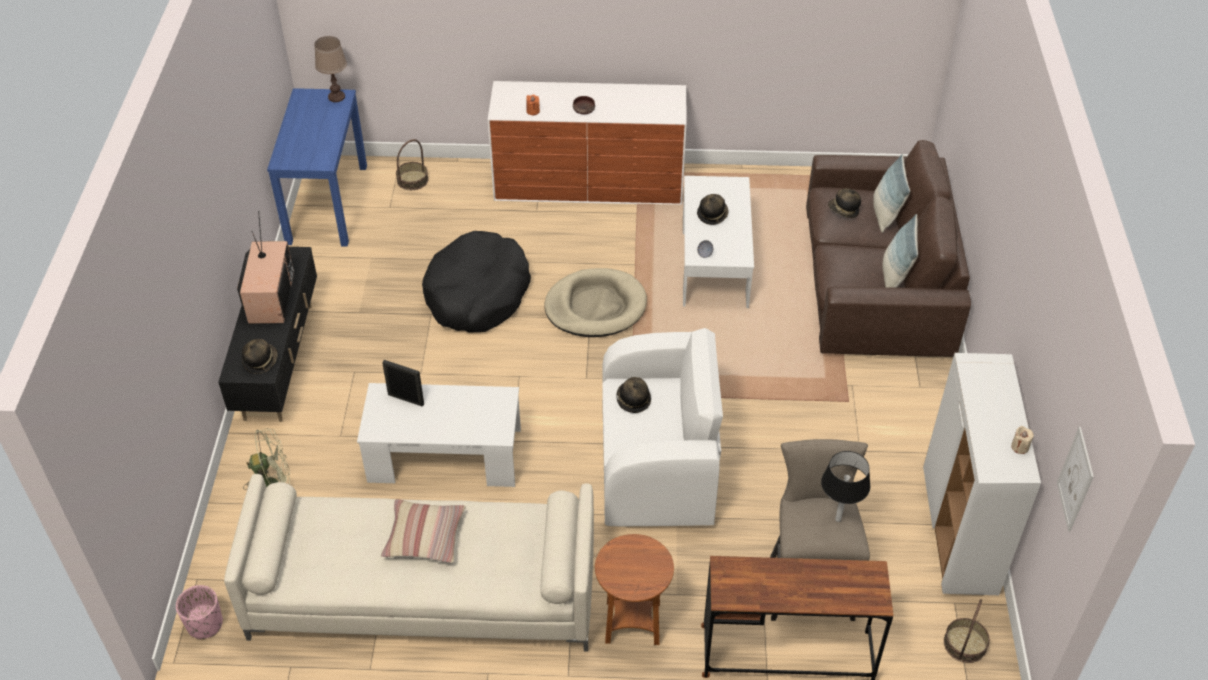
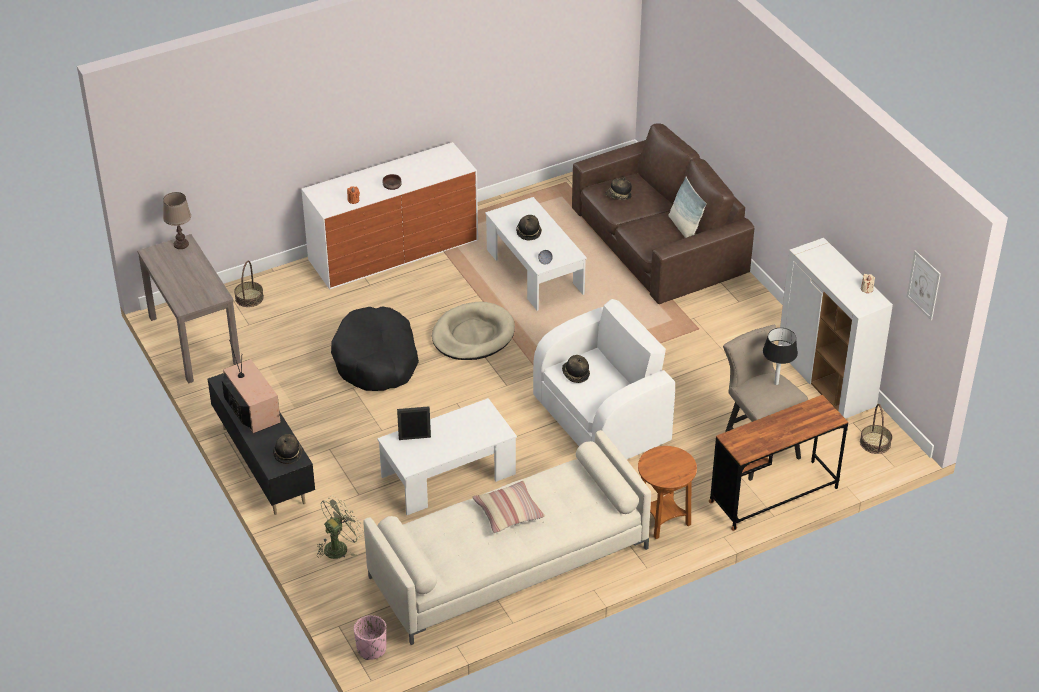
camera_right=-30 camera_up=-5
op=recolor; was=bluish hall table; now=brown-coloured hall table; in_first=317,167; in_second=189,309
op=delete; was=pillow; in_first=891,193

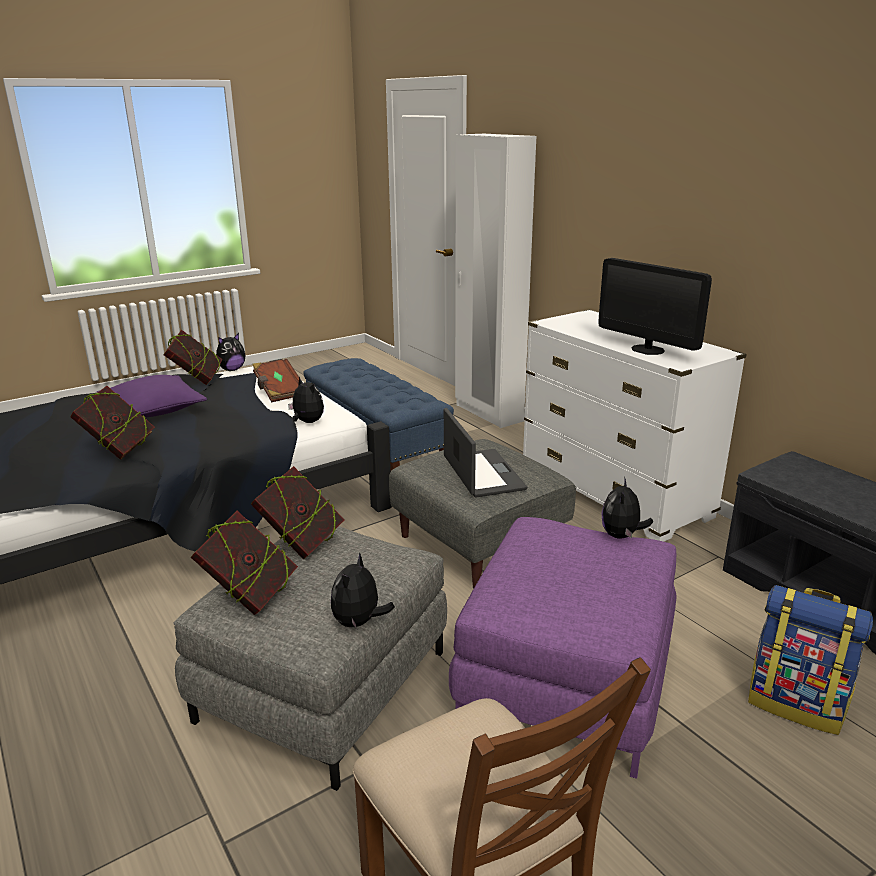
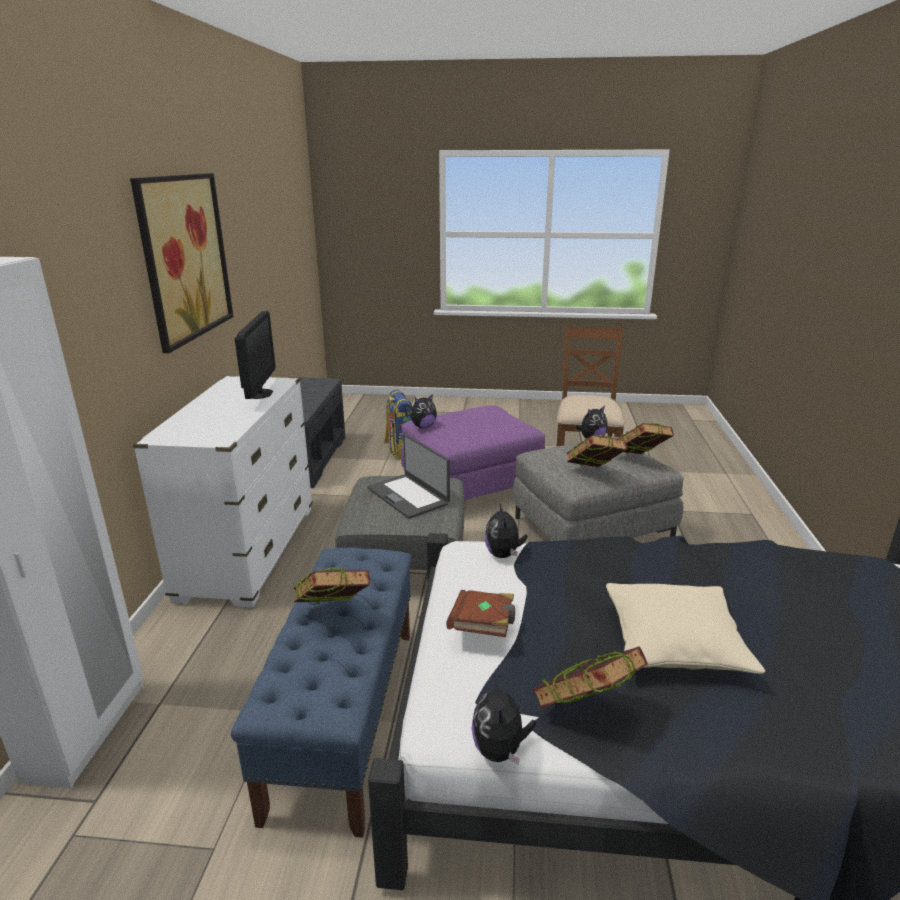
camera_right=-140 camera_up=0
op=move; was=bound book; in_first=113,423; in_second=332,586
op=recolor; was=purplish pillow; now=sand-coloured pillow; in_first=151,396; in_second=685,628
op=rotate; was=plush toy; in_first=230,352; in_second=503,720; clockwise=-90
op=rotate; was=portable computer; in_first=485,452; in_second=408,476; clockwise=-60
op=insert; now=picture; in_second=181,263

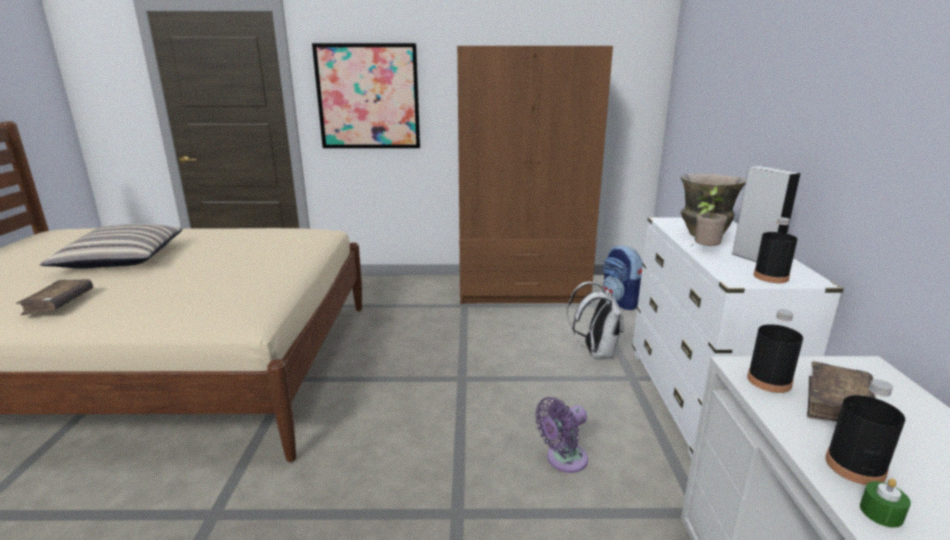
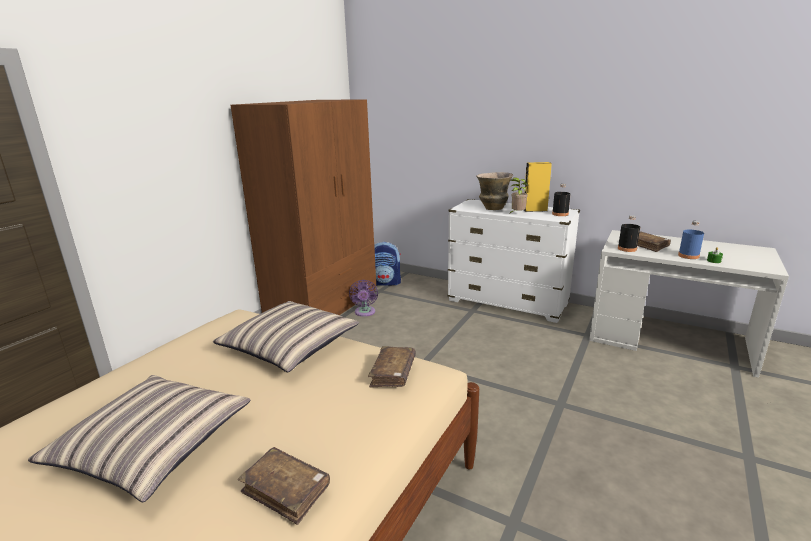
camera_right=-60 camera_up=0
op=delete; was=picture; in_first=366,95
op=move; was=purplish fan; in_first=561,435; in_second=363,298
op=delete; was=whitish rucksack; in_first=595,320
op=recolor; was=gray audio speaker; now=yellowish audio speaker; in_first=766,214; in_second=538,187
op=recolor; was=black-coloured beverage bottle; now=bluish beverage bottle; in_first=865,432; in_second=691,240
op=insert; now=pillow; in_second=286,336
op=insert; now=brown-coloured bound book; in_second=392,367

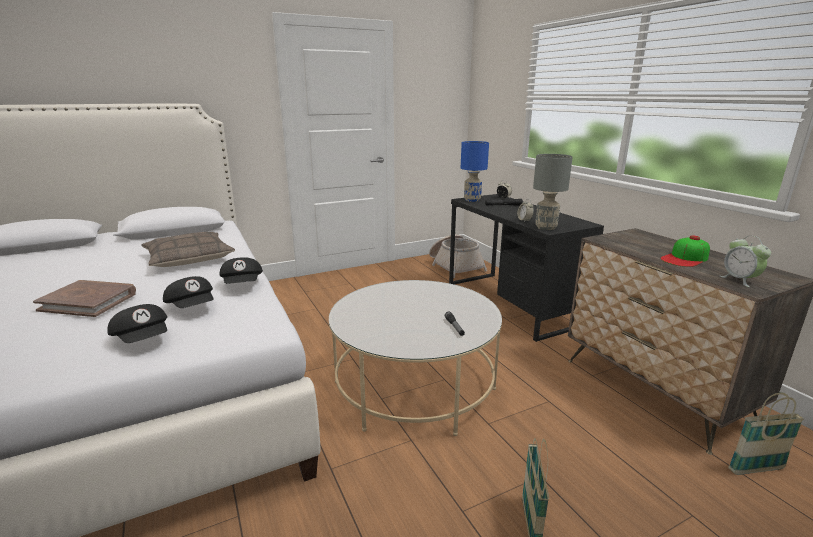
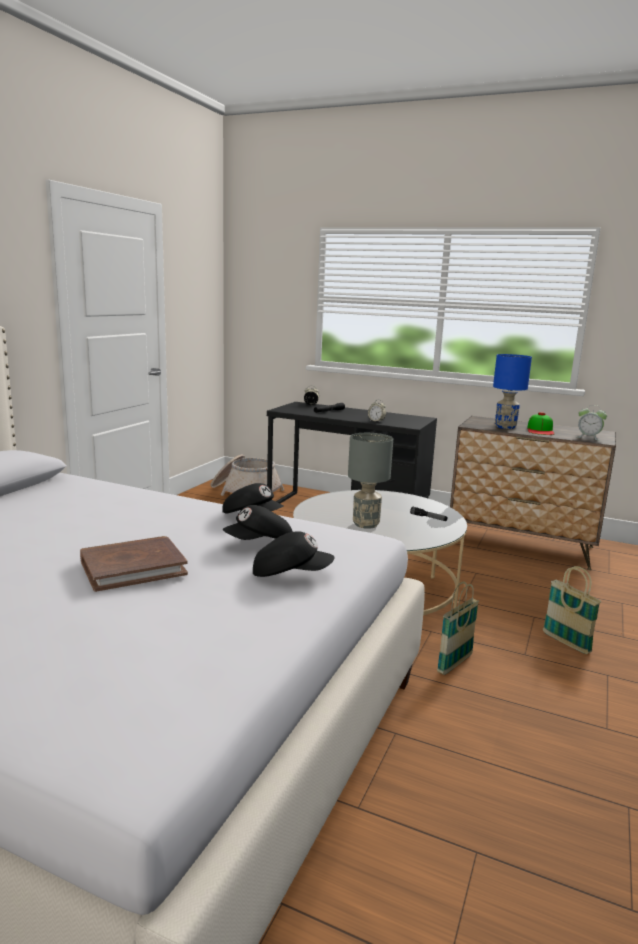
camera_right=-40 camera_up=-5
op=delete; was=pillow; in_first=188,249
op=rotate; was=black-coloured cap; in_first=188,292; in_second=257,522; clockwise=135
op=move; was=bluish tabletop lamp; in_first=475,171; in_second=512,391
op=move; was=gray tabletop lamp; in_first=553,192; in_second=370,481
op=move; was=household basket; in_first=766,433; in_second=458,628

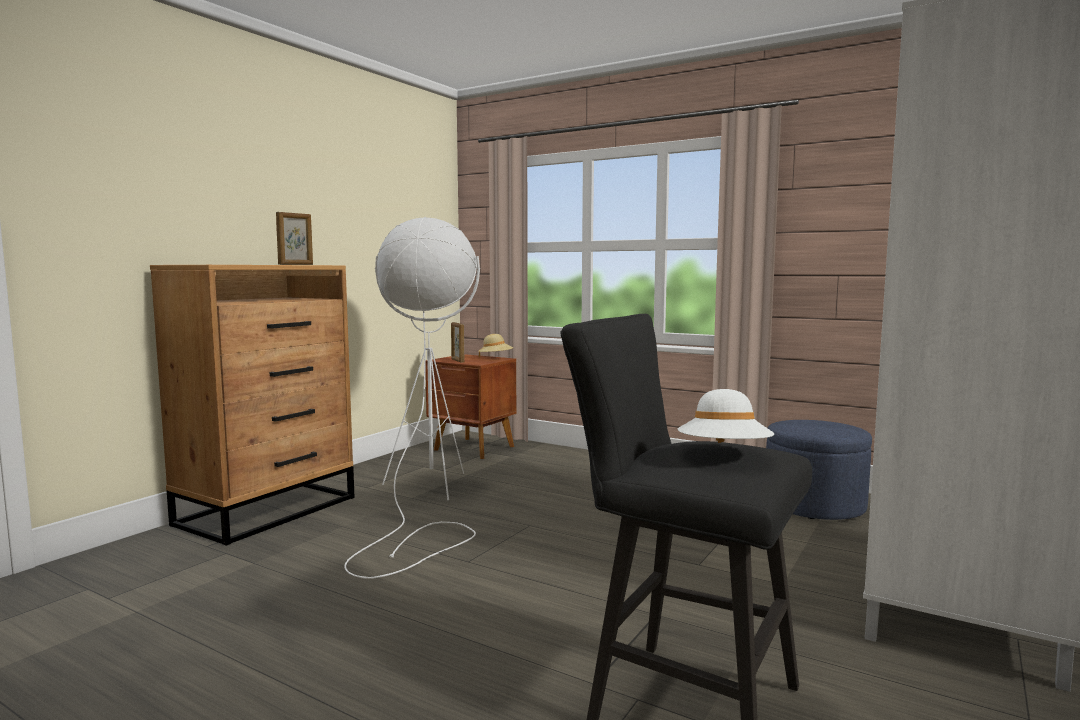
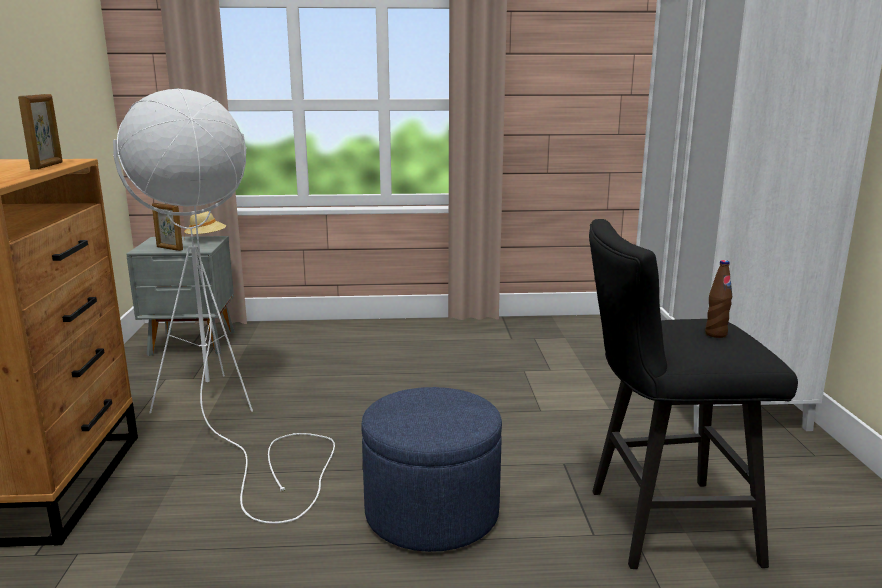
camera_right=-35 camera_up=10
op=recolor; was=brown-coloured bedside table; now=gray bedside table; in_first=471,406; in_second=180,296
op=replace; was=whitish clothing hat; now=brown-coloured beverage bottle; in_first=726,416; in_second=718,299
op=move; was=bluish ottoman; in_first=819,470; in_second=431,469

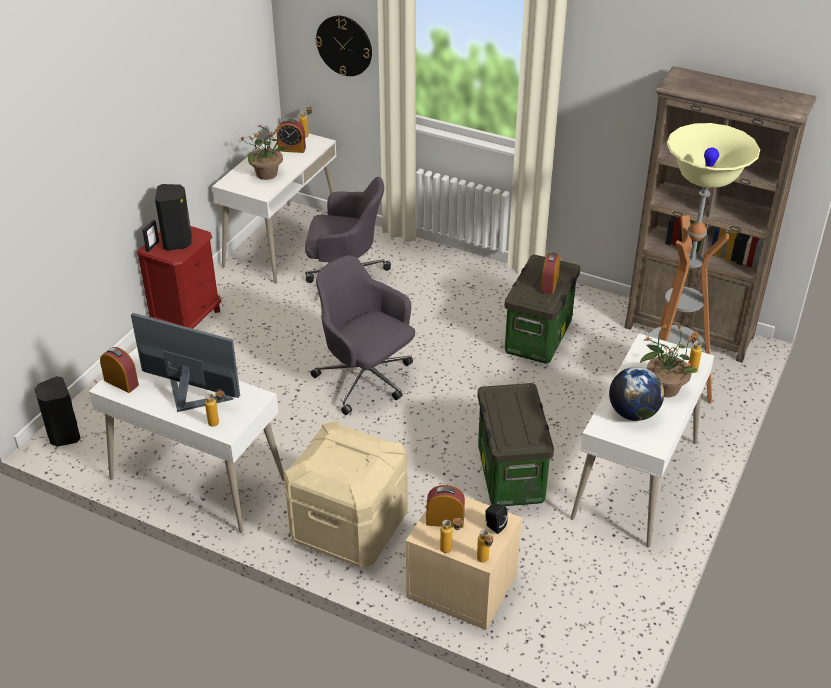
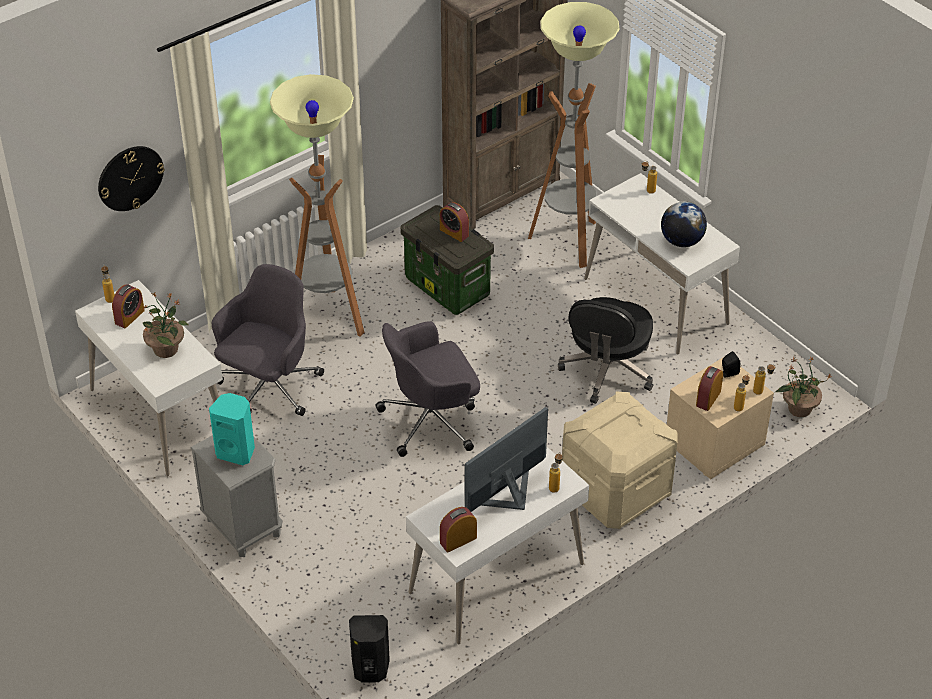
camera_right=-65 camera_up=5
op=recolor; was=red bedside table; now=gray bedside table; in_first=178,277; in_second=236,496
op=delete; was=standing frame; in_first=150,236
op=recolor; was=black-coloured audio speaker; now=turquoise-coloured audio speaker; in_first=173,217; in_second=232,429
op=replace; was=storage box; now=black-coloured desk chair; in_first=515,444; in_second=605,350
op=move; was=potted plant; in_first=668,360; in_second=803,386
op=insert; now=floor lamp; in_second=317,205

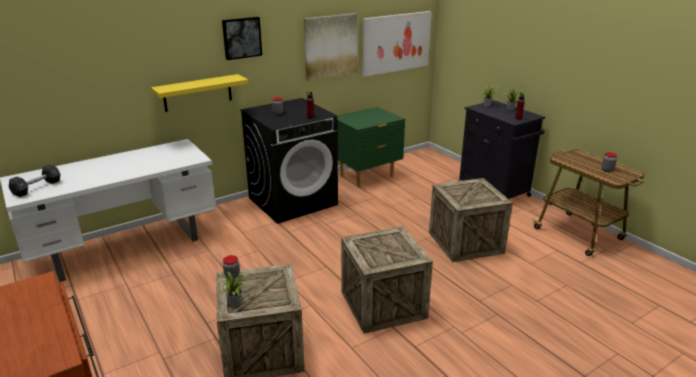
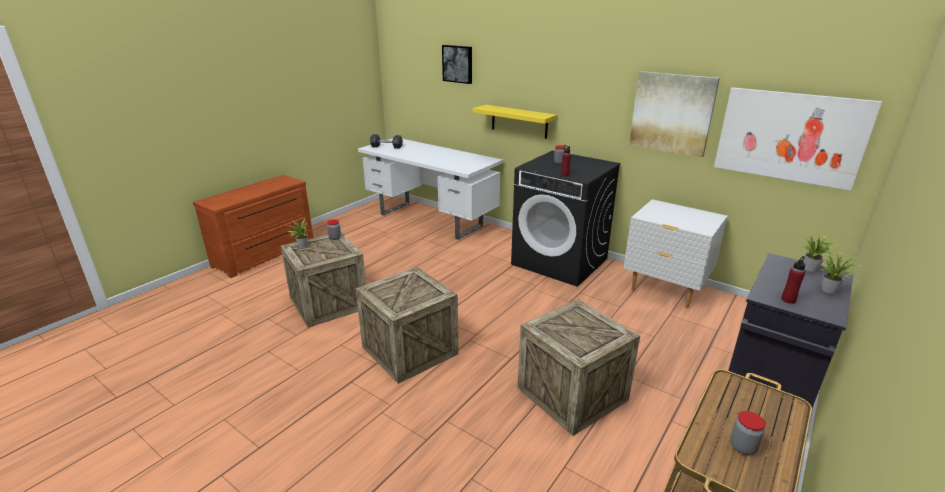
camera_right=70 camera_up=0
op=move; was=picture; in_first=242,38; in_second=457,64
op=recolor; was=green-coloured bedside table; now=whitish bedside table; in_first=371,147; in_second=676,253

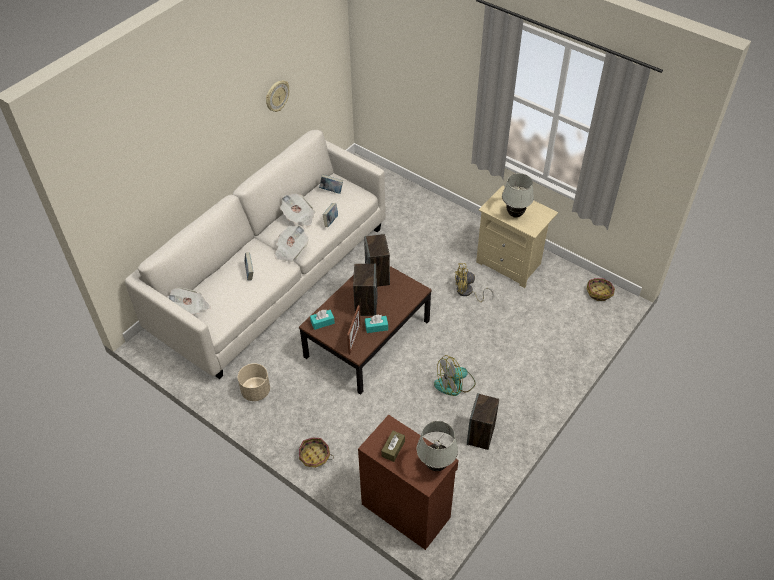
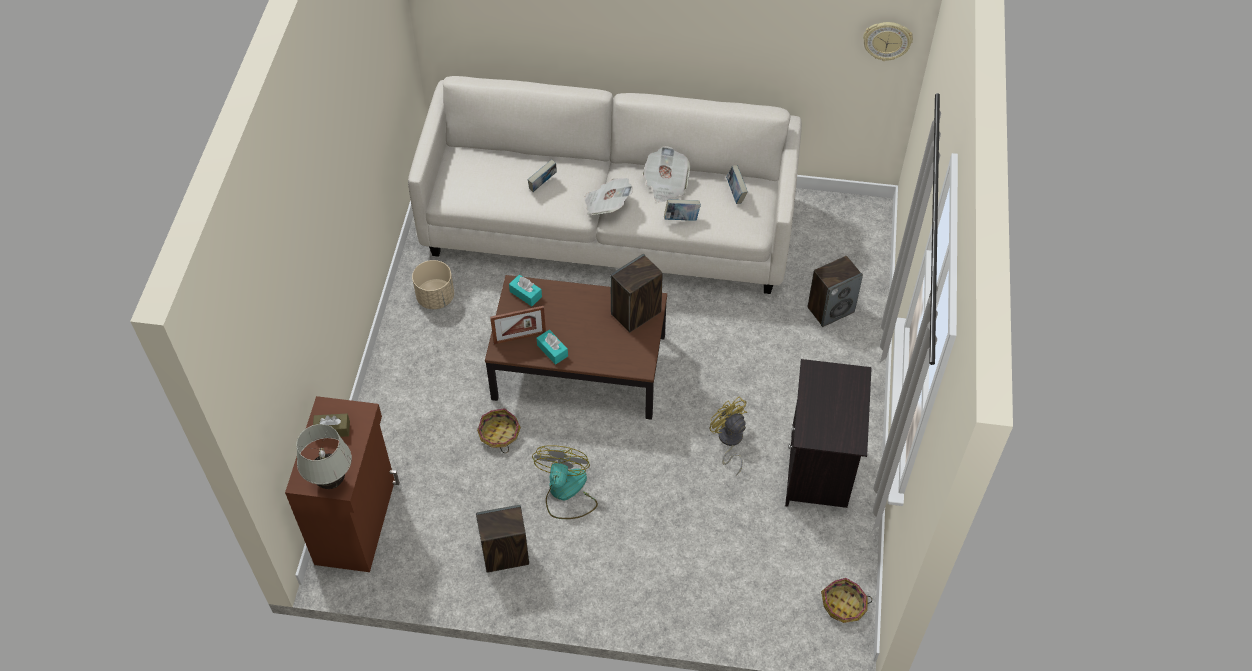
camera_right=60 camera_up=5
op=delete; was=newspaper; in_first=189,301
op=move; was=clock on the wall; in_first=277,96; in_second=888,41
op=move; was=household basket; in_first=316,453; in_second=499,430
op=move; was=audio speaker; in_first=365,289; in_second=835,291
op=rotate; was=fan; in_first=455,375; in_second=565,482; clockwise=60
op=recolor; was=sand-coloured bedside table; now=black-coloured bedside table; in_first=517,237; in_second=828,433
op=delete; was=whitish tabletop lamp; in_first=518,195

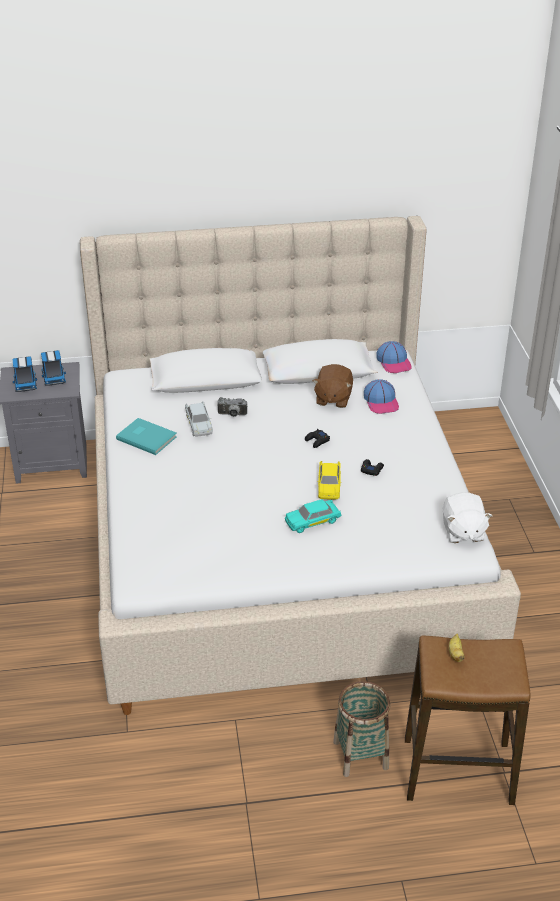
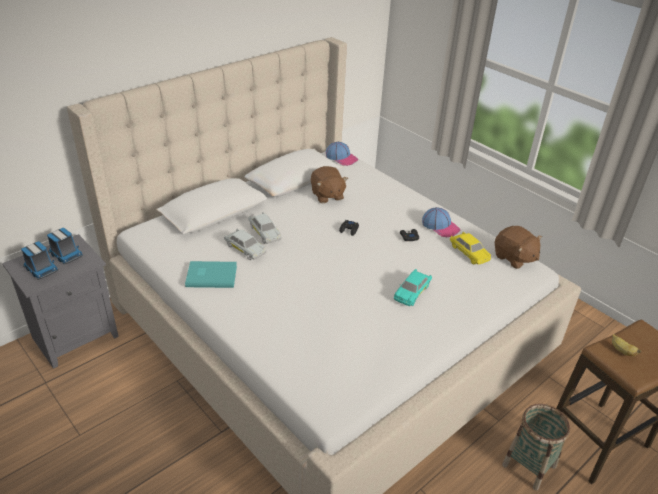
camera_right=-35 camera_up=0
op=replace; was=photo camera; now=whitish model car; in_first=232,407; in_second=265,228
op=move; was=yellowish model car; in_first=329,480; in_second=470,248
op=move; was=cap; in_first=381,396; in_second=441,222
op=recolor; was=whitish plush toy; now=brown-coloured plush toy; in_first=467,517; in_second=518,247

